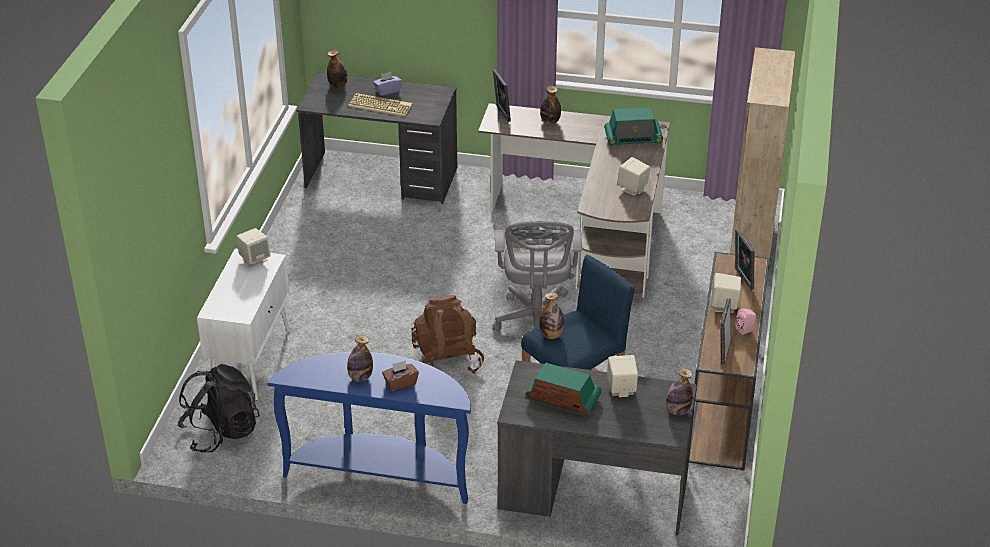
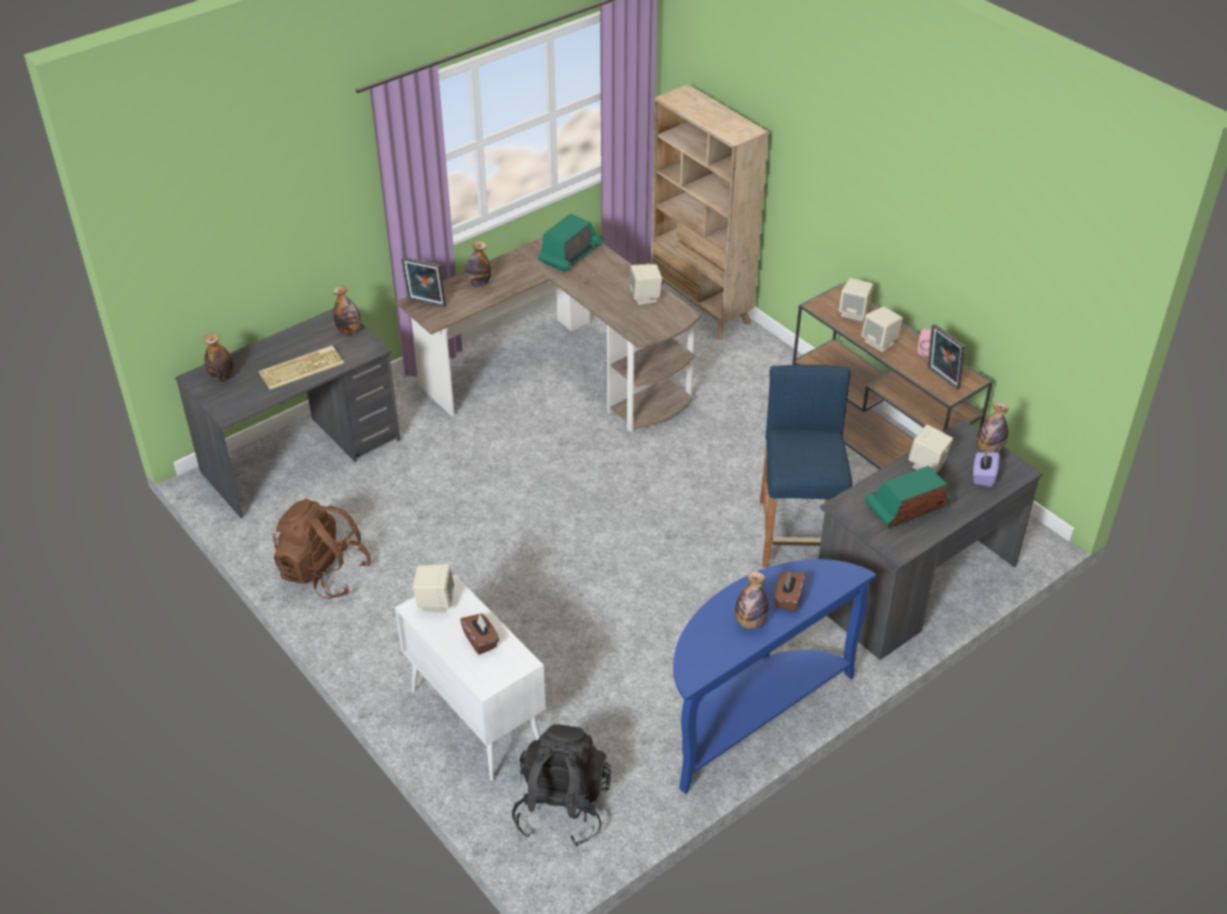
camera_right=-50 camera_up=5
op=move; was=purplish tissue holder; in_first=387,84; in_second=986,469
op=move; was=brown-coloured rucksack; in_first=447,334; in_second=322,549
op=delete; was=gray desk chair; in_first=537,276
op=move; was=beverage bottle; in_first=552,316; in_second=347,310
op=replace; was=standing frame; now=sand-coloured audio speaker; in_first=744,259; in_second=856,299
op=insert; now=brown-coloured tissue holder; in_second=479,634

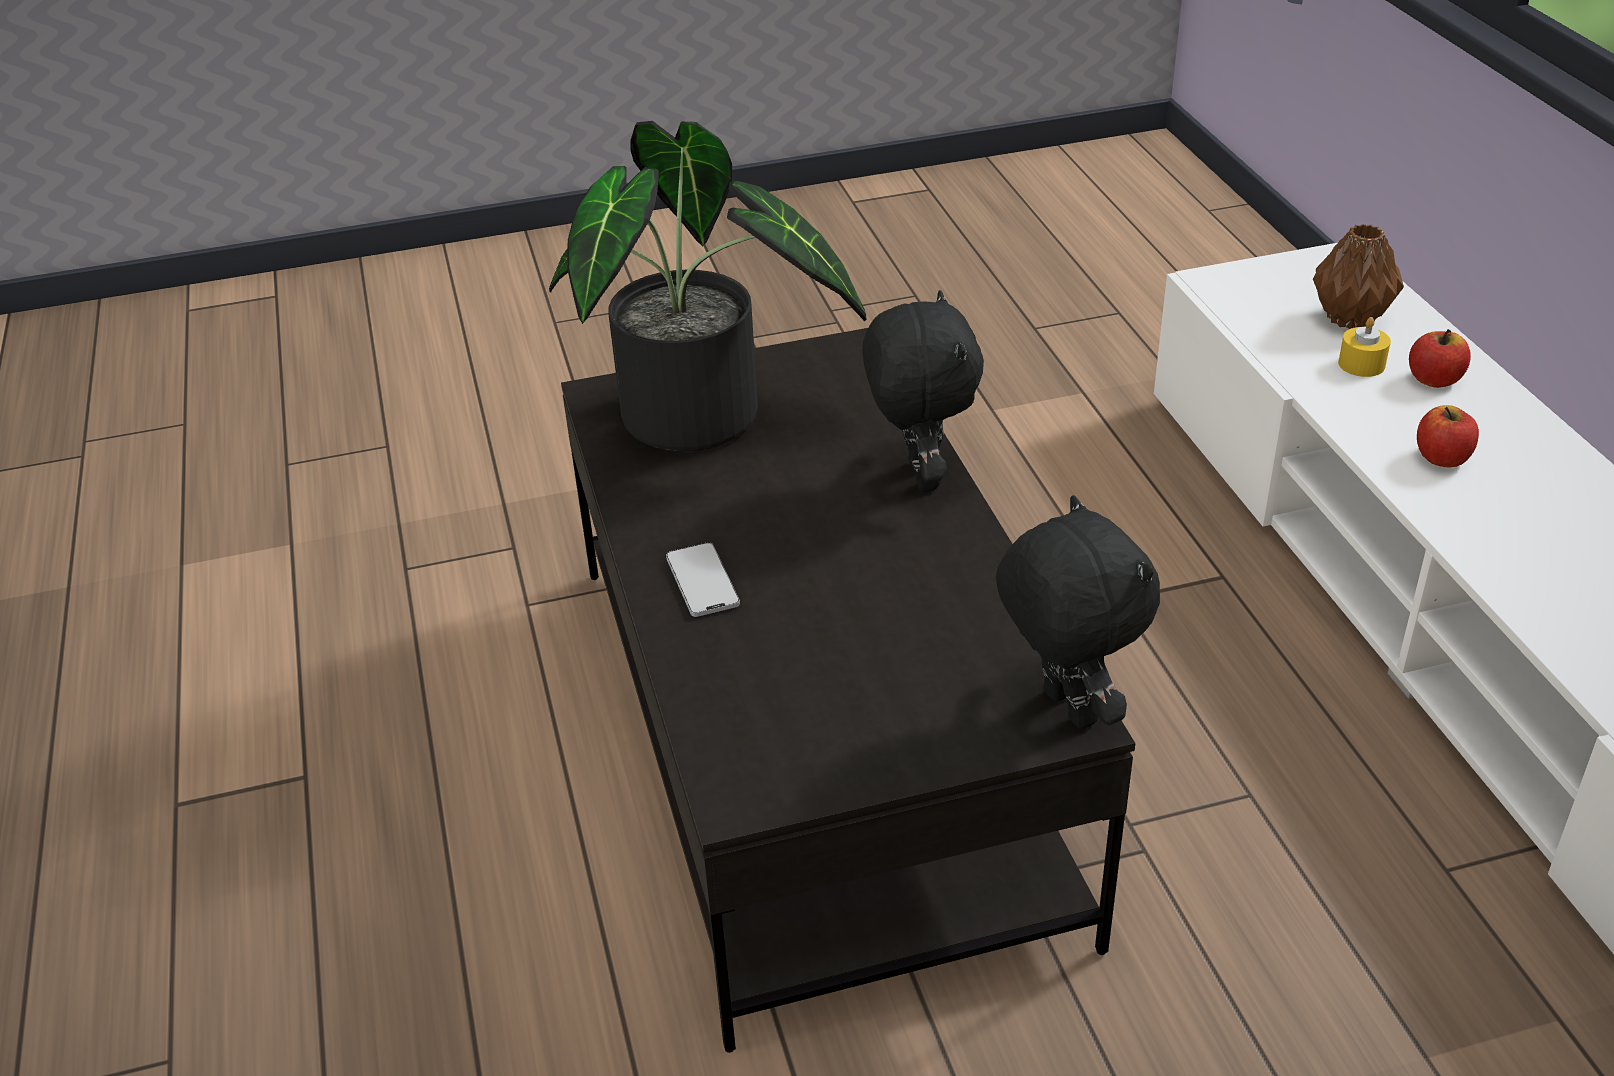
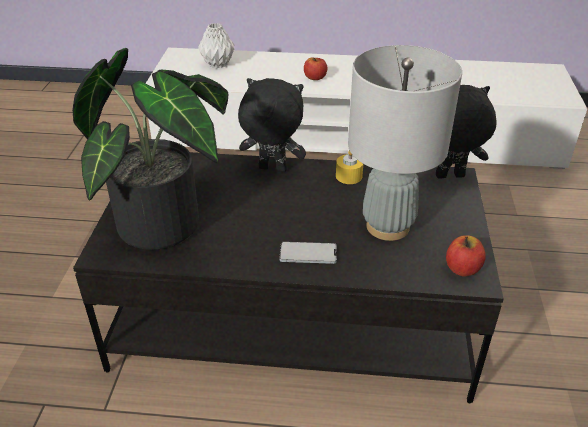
camera_right=-70 camera_up=0
op=recolor; was=brown-coloured flower vase; now=whitish flower vase; in_first=1358,276; in_second=216,46
op=move; was=yellowish wax candle; in_first=1364,347; in_second=349,167
op=move; was=whole apple; in_first=1440,358; in_second=466,256
op=insert; now=gray tabletop lamp; in_second=405,143

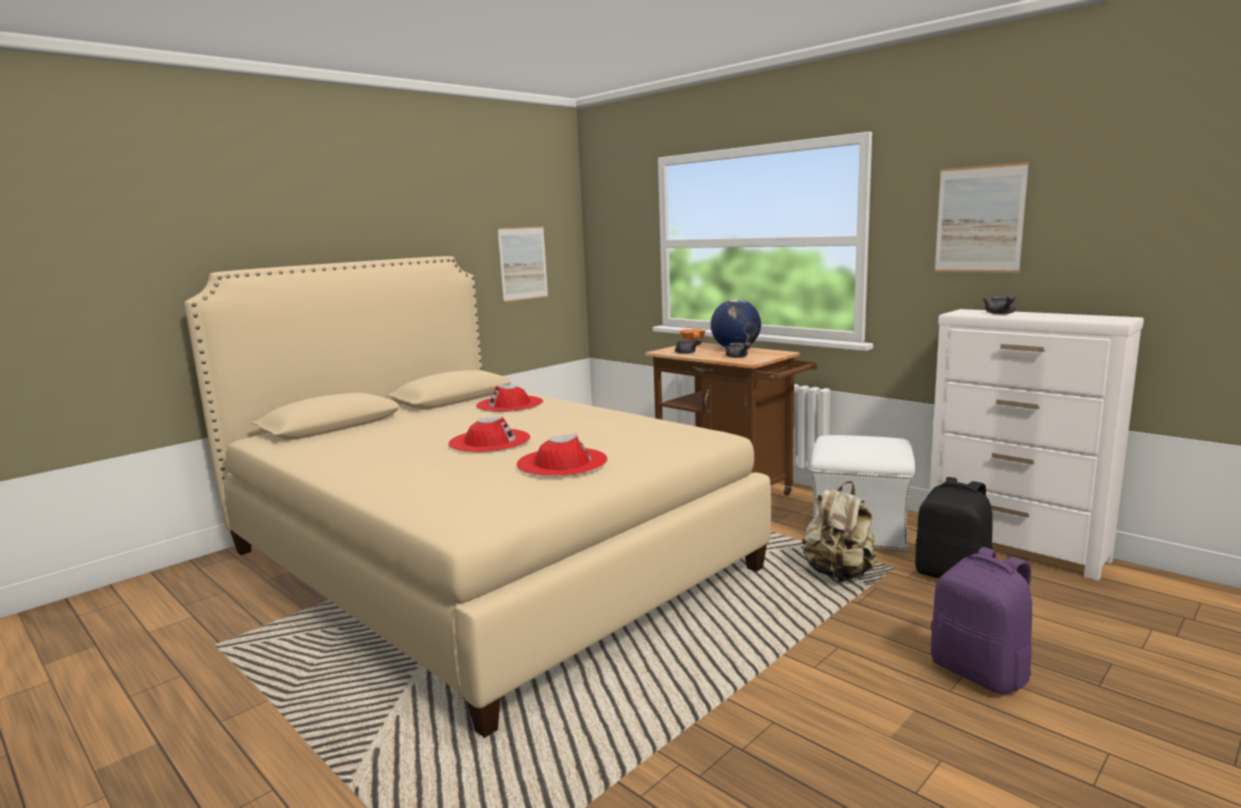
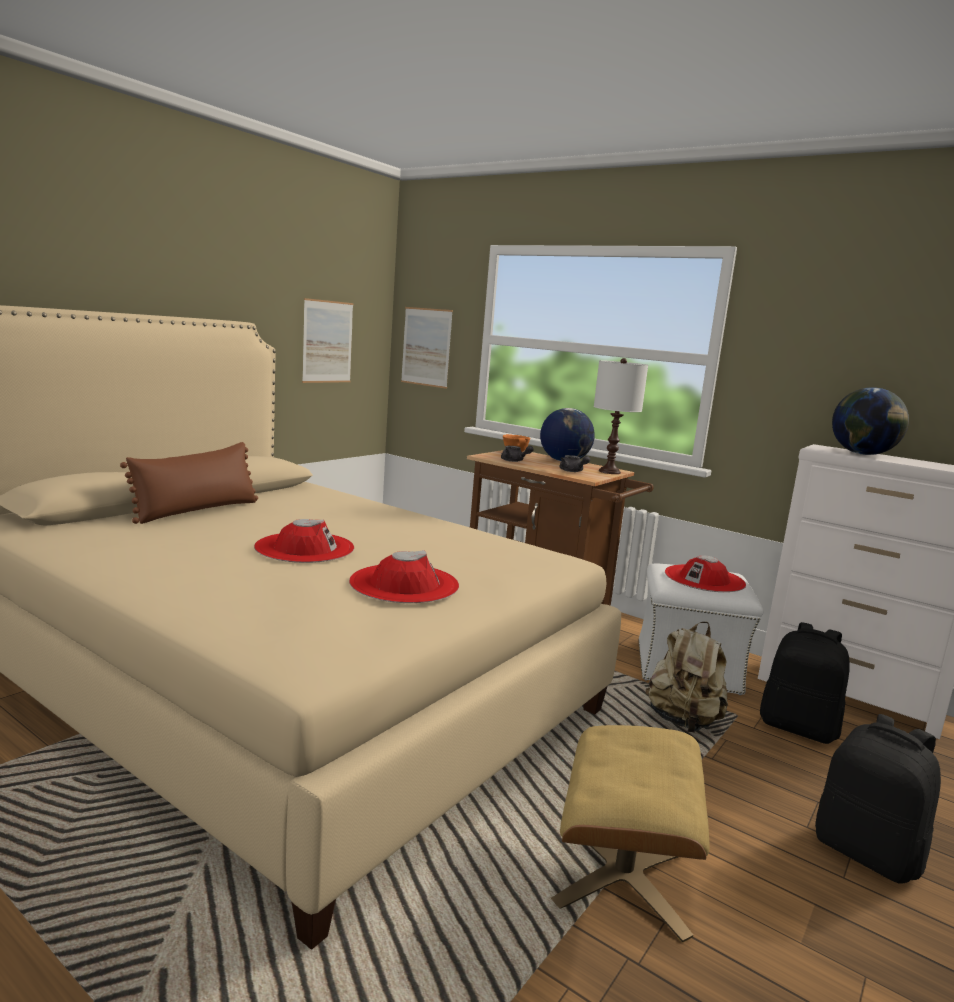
camera_right=-10 camera_up=0
op=move; was=red clothing hat; in_first=509,398; in_second=705,573
op=recolor; was=purplish rucksack; now=black-coloured rucksack; in_first=981,620; in_second=878,798
op=move; was=picture; in_first=982,217; in_second=427,348
op=replace; was=gray teapot; now=world globe; in_first=999,304; in_second=870,421
op=insert; now=brown-coloured pillow; in_second=189,483
op=insert; now=sand-coloured ottoman; in_second=630,834
op=insert; now=whitish tabletop lamp; in_second=621,416

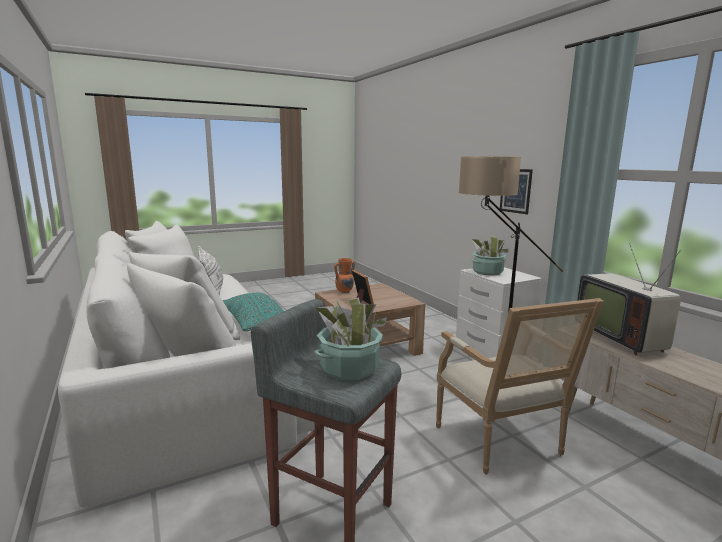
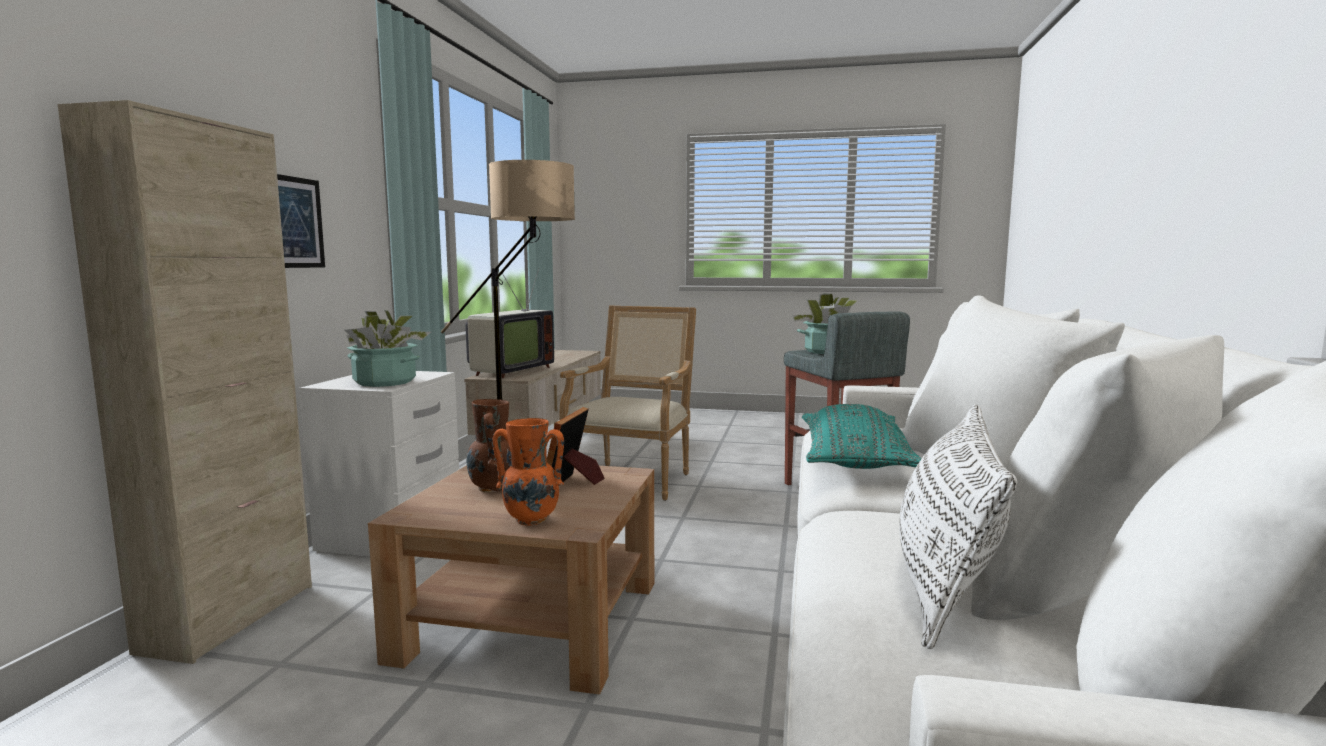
camera_right=-140 camera_up=-5
op=insert; now=sand-coloured storage cabinet; in_second=185,382
op=insert; now=brown-coloured flower vase; in_second=489,445

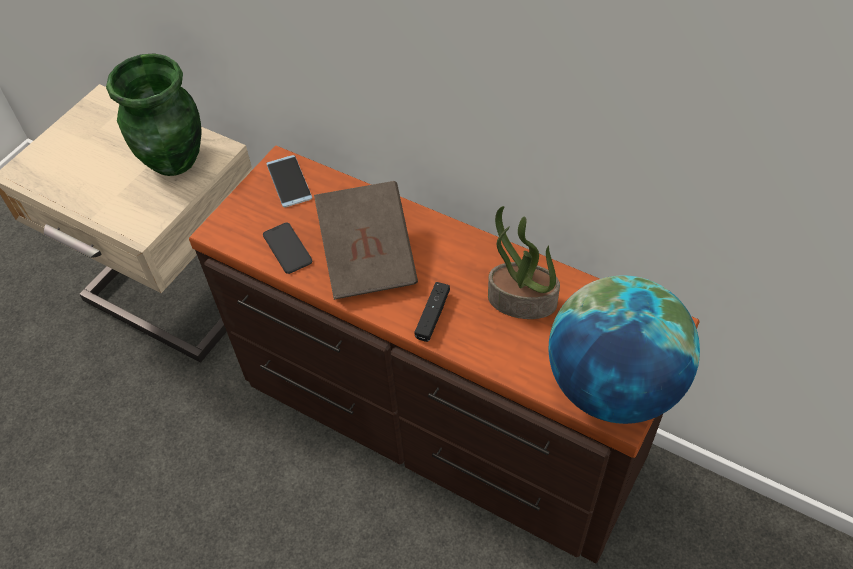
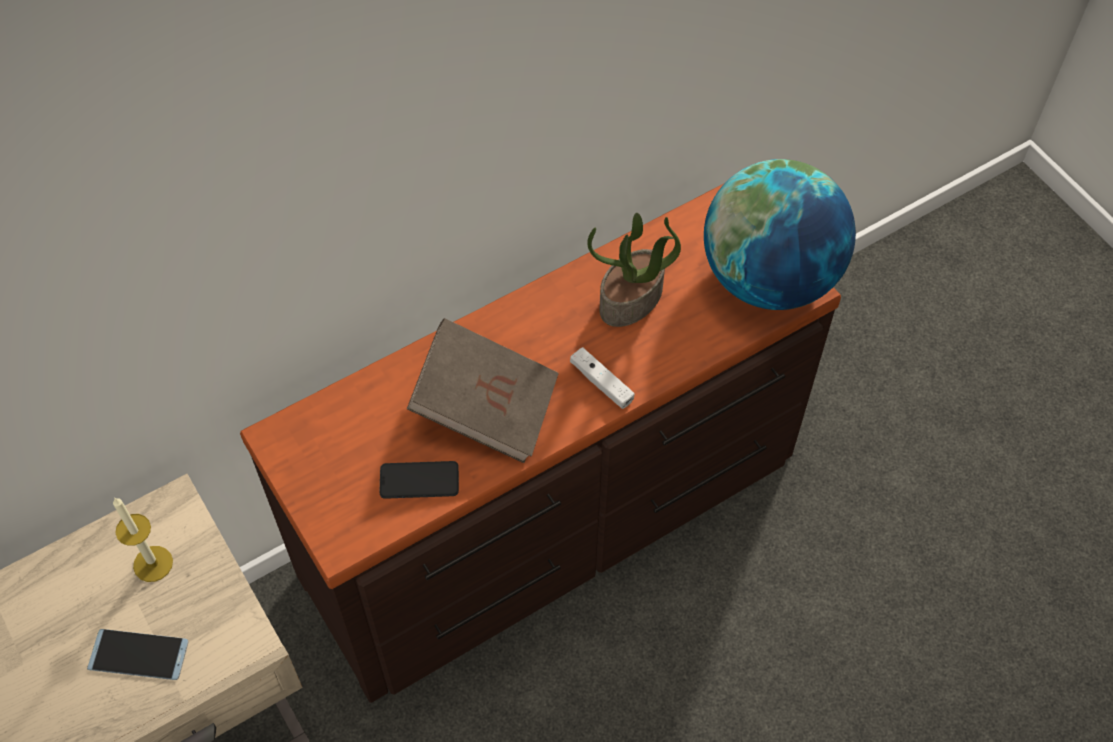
camera_right=-65 camera_up=5
op=replace; was=green-coloured flower vase; now=wax candle; in_first=154,114; in_second=143,540
op=move; was=phone; in_first=289,181; in_second=137,654
op=recolor; was=black-coloured gamepad; now=whitish gamepad; in_first=432,312; in_second=602,378

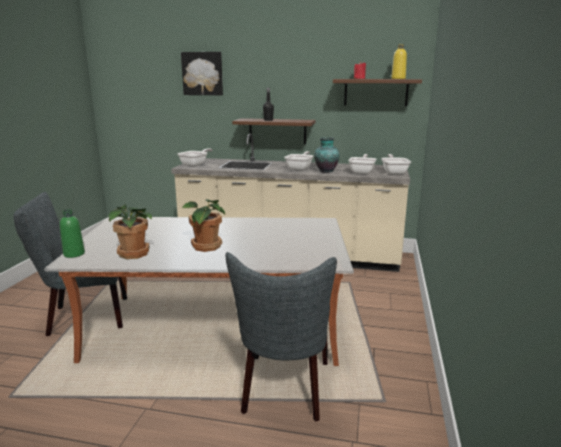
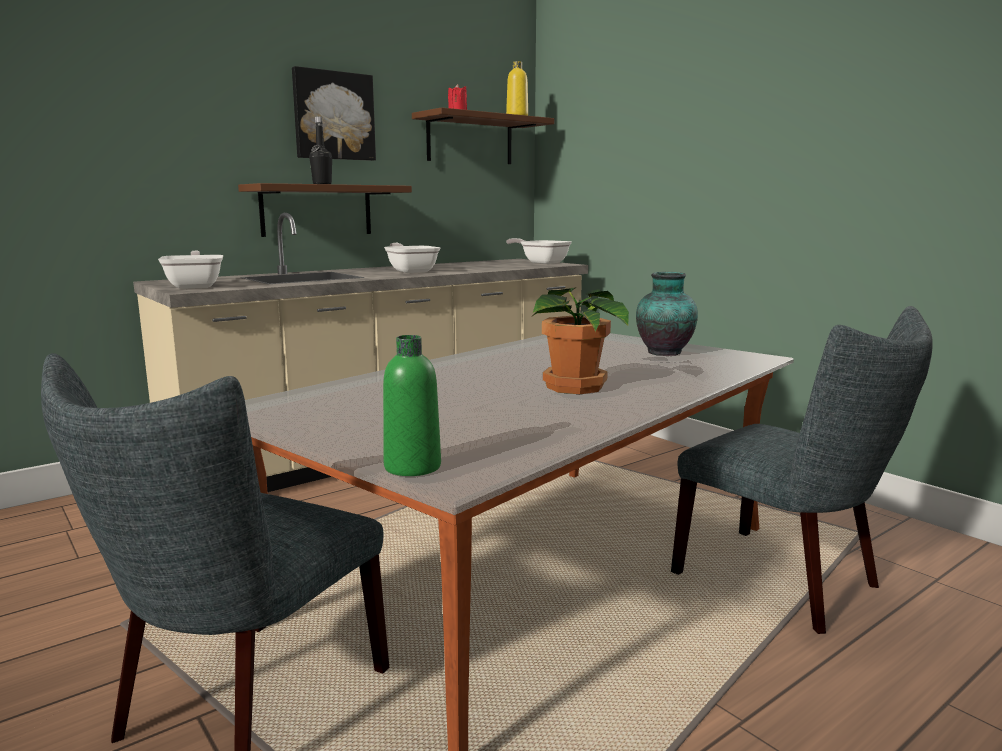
camera_right=-50 camera_up=-5
op=delete; was=potted plant; in_first=130,232
op=move; was=picture; in_first=202,73; in_second=334,113
op=move; was=flower vase; in_first=327,155; in_second=667,314
op=delete; was=pan; in_first=362,164

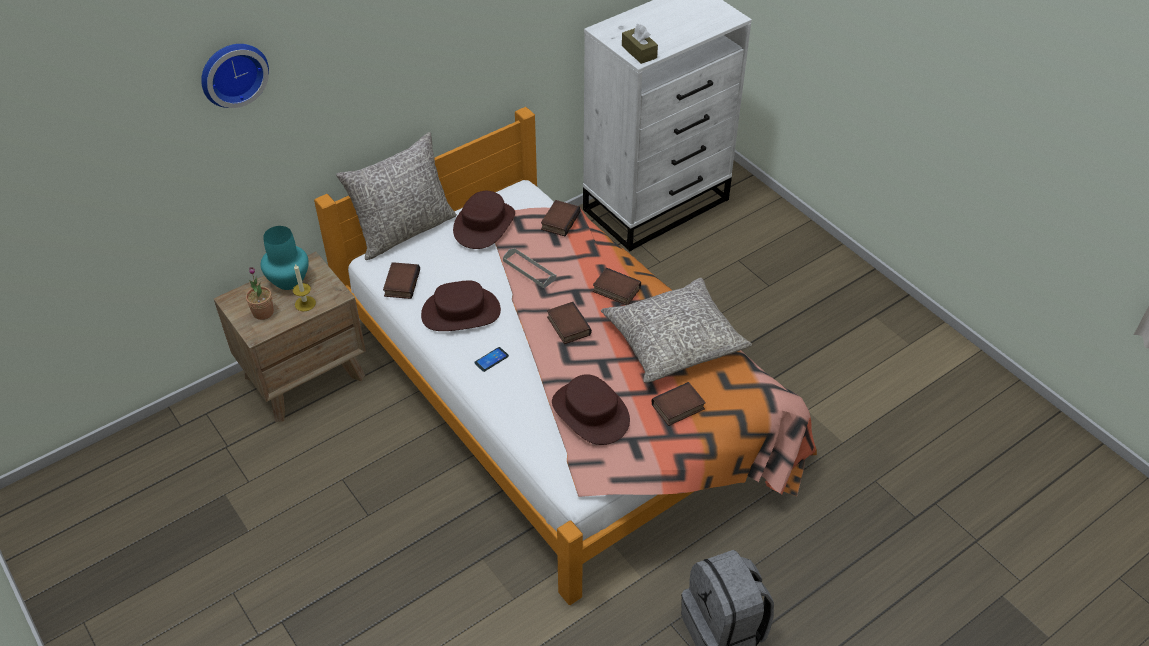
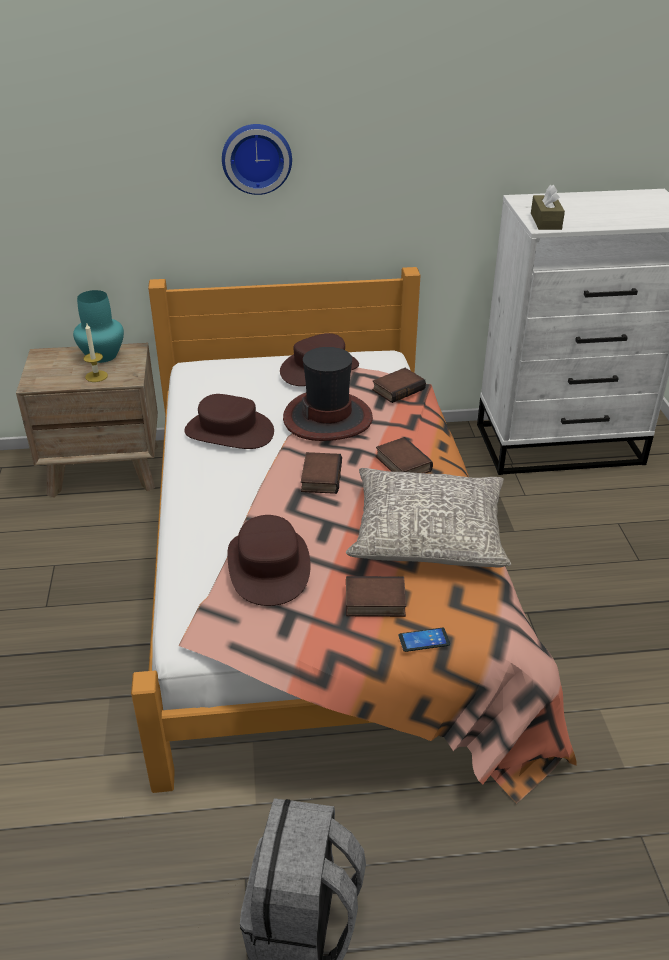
camera_right=30 camera_up=-10
op=move; was=clock on the wall; in_first=235,76; in_second=257,159
op=delete; was=potted plant; in_first=260,293
op=delete; was=gray pillow; in_first=396,196
op=delete; was=bound book; in_first=401,280
op=move; was=phone; in_first=491,359; in_second=424,640
op=replace; was=gray carrying tray; now=clothing hat; in_first=530,268; in_second=328,394

